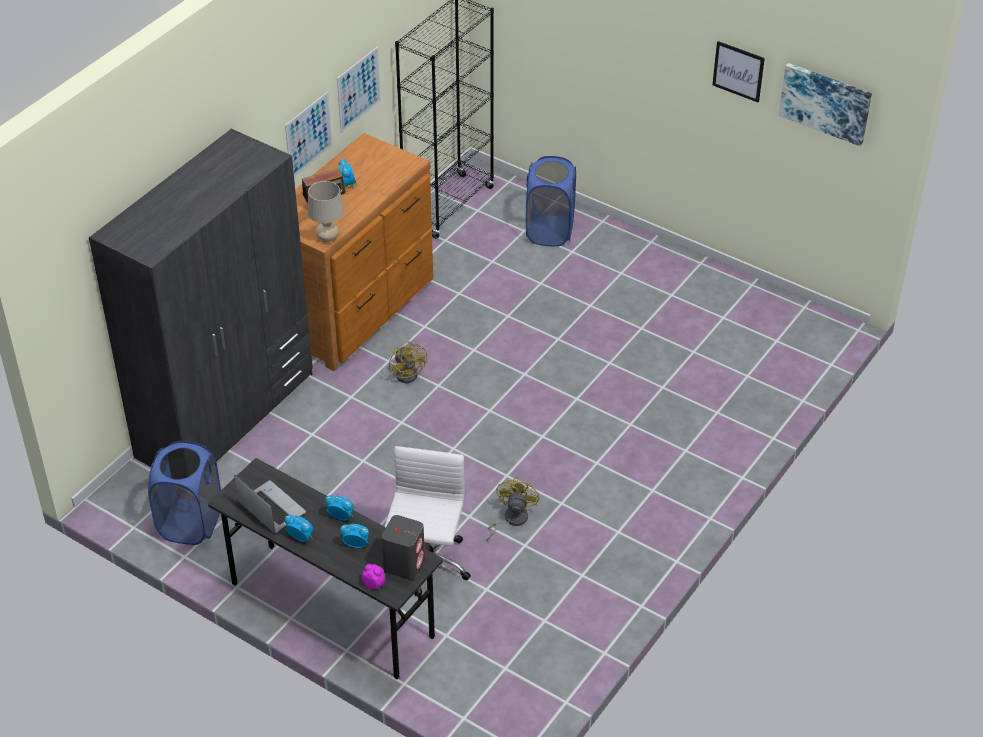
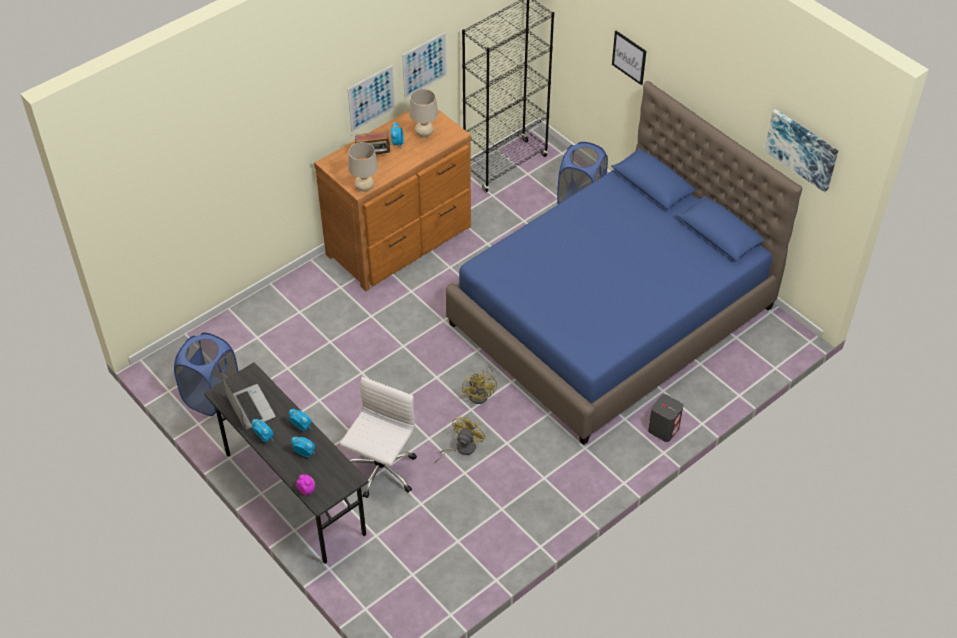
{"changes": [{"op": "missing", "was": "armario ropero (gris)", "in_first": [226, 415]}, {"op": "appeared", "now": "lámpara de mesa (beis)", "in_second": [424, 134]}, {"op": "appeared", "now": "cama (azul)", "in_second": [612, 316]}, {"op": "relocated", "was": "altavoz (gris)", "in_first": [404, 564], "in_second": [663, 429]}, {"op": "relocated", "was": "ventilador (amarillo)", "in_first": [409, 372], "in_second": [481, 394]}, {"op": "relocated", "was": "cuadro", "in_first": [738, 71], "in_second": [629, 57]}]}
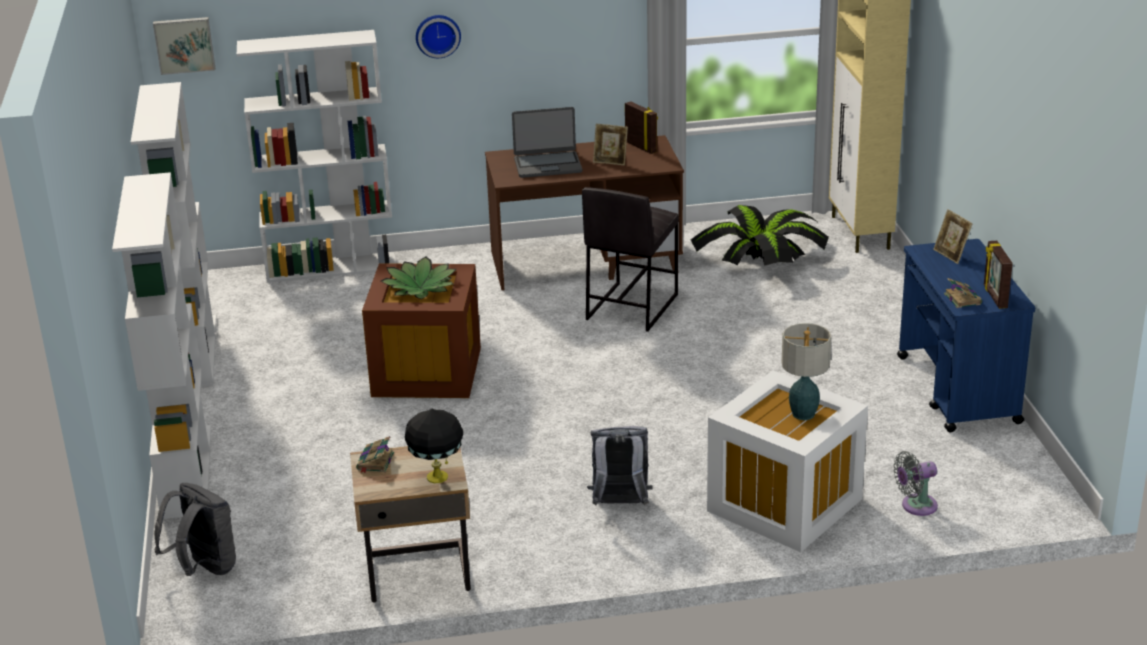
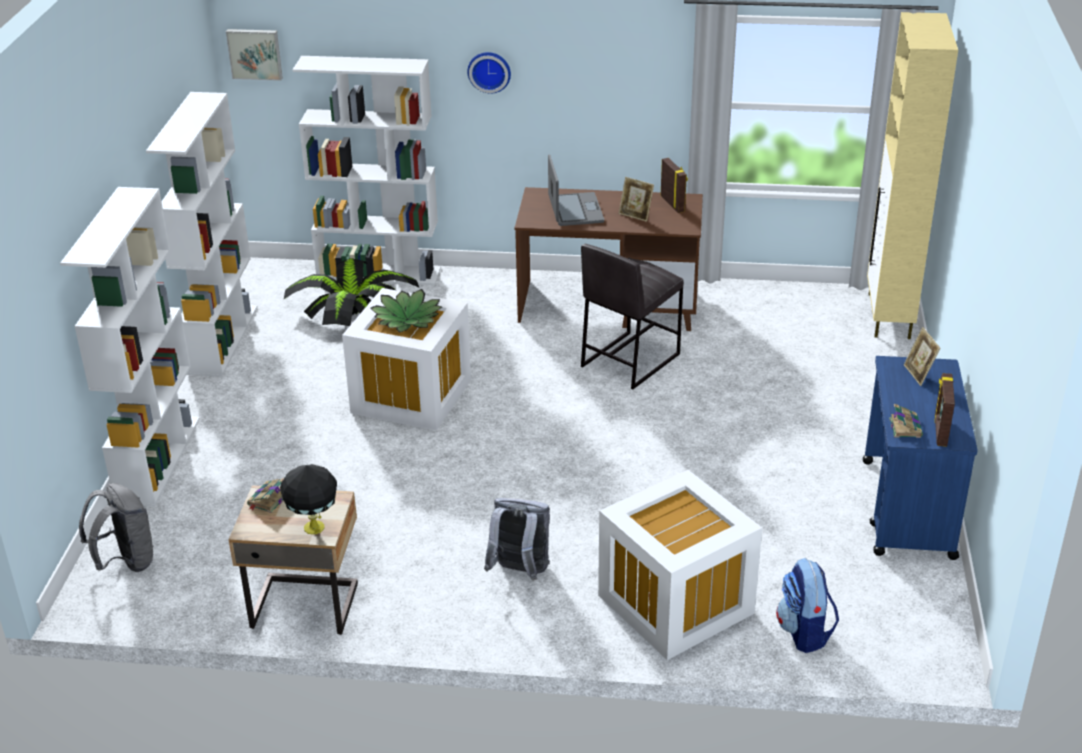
{"changes": [{"op": "missing", "was": "lámpara de mesa", "in_first": [804, 414]}, {"op": "relocated", "was": "planta en maceta", "in_first": [763, 257], "in_second": [355, 313]}, {"op": "exchanged", "was": "ventilador (gris)", "now": "mochila", "in_first": [915, 506], "in_second": [804, 632]}, {"op": "colour", "was": "caja de almacenaje (marrón)", "now": "caja de almacenaje (blanco)", "in_first": [428, 371], "in_second": [413, 395]}, {"op": "spun", "was": "portátil", "in_first": [547, 165], "in_second": [575, 210], "clockwise": -105}]}
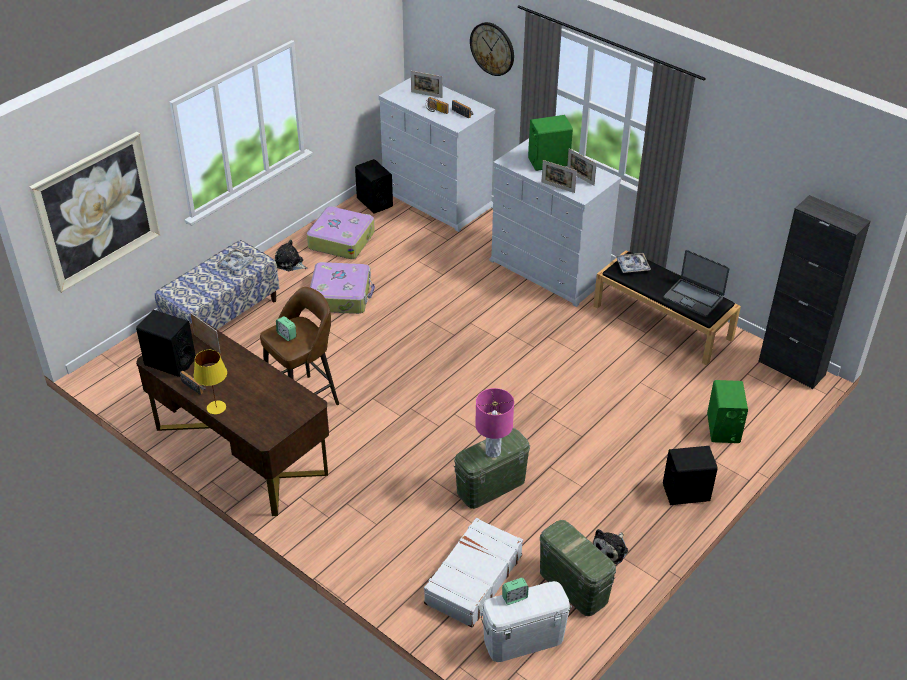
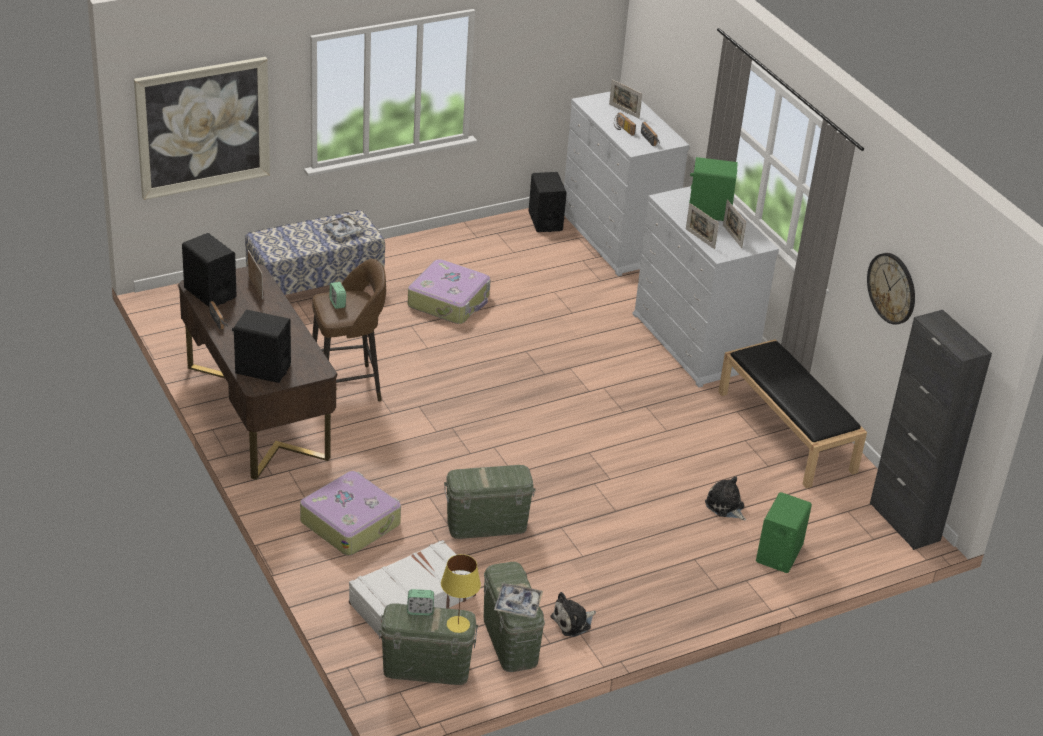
{"changes": [{"op": "missing", "was": "lámpara de mesa (rosa)", "in_first": [493, 452]}, {"op": "missing", "was": "portátil", "in_first": [693, 298]}, {"op": "relocated", "was": "lámpara de mesa (amarillo)", "in_first": [216, 407], "in_second": [458, 624]}, {"op": "relocated", "was": "peluche", "in_first": [290, 263], "in_second": [725, 506]}, {"op": "relocated", "was": "maleta", "in_first": [341, 240], "in_second": [350, 522]}, {"op": "relocated", "was": "reloj de pared", "in_first": [492, 48], "in_second": [892, 288]}, {"op": "relocated", "was": "bandeja", "in_first": [632, 266], "in_second": [518, 604]}, {"op": "relocated", "was": "altavoz (negro)", "in_first": [685, 492], "in_second": [262, 369]}, {"op": "colour", "was": "caja de almacenaje (blanco)", "now": "caja de almacenaje (verde)", "in_first": [523, 639], "in_second": [426, 667]}]}
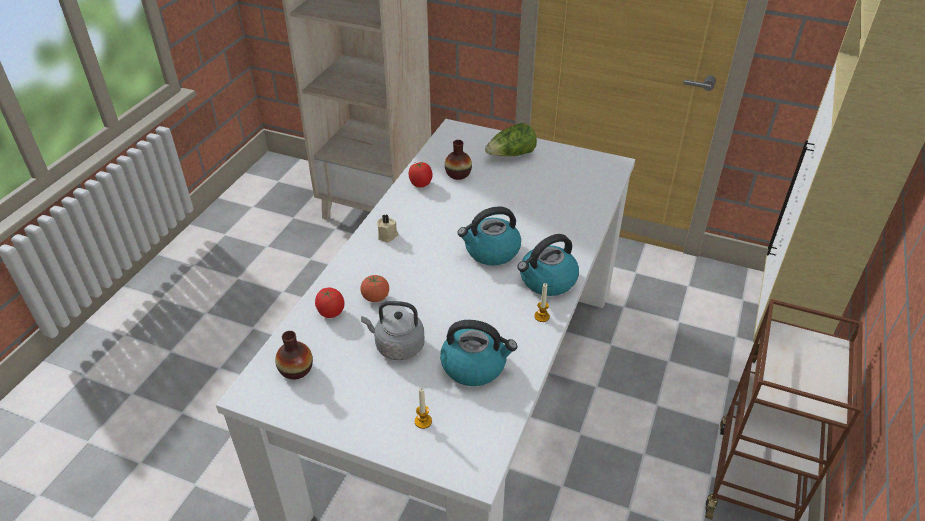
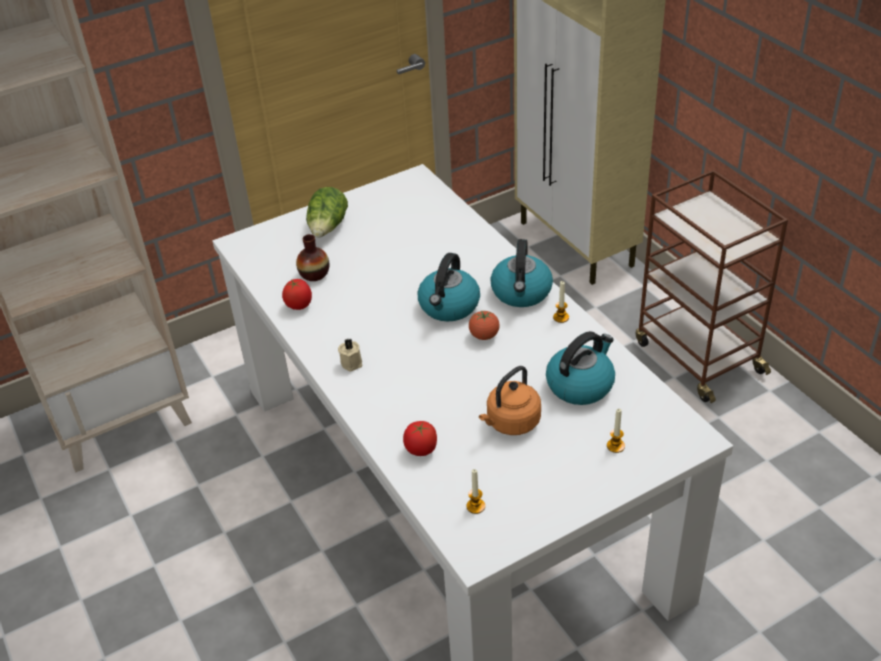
{"changes": [{"op": "relocated", "was": "tomate", "in_first": [375, 298], "in_second": [484, 336]}, {"op": "exchanged", "was": "florero", "now": "vela", "in_first": [296, 369], "in_second": [475, 506]}, {"op": "colour", "was": "hervidor (gris)", "now": "hervidor (naranja)", "in_first": [397, 346], "in_second": [511, 423]}]}
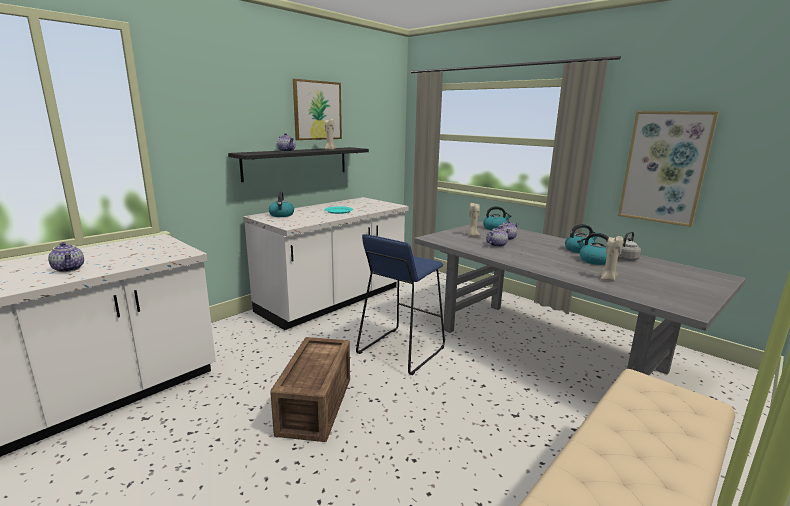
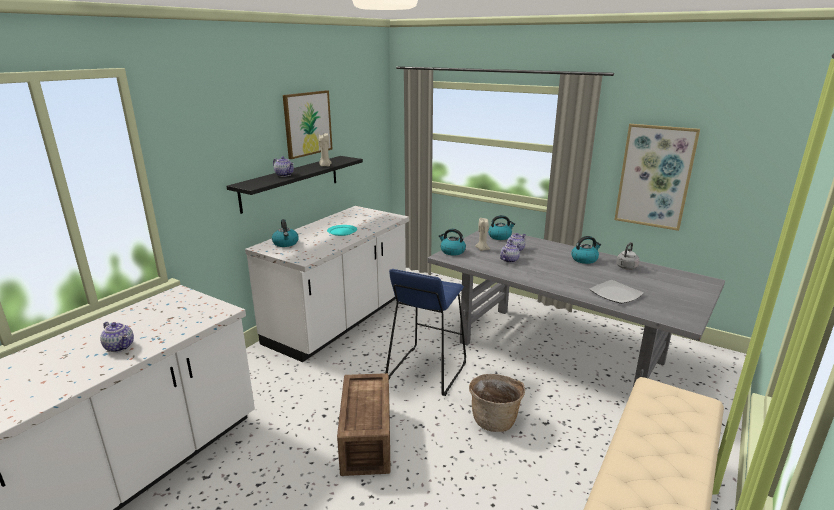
{"changes": [{"op": "appeared", "now": "cesta", "in_second": [495, 419]}, {"op": "relocated", "was": "hervidor", "in_first": [593, 261], "in_second": [452, 251]}, {"op": "exchanged", "was": "vela (beis)", "now": "plato", "in_first": [607, 279], "in_second": [616, 294]}]}
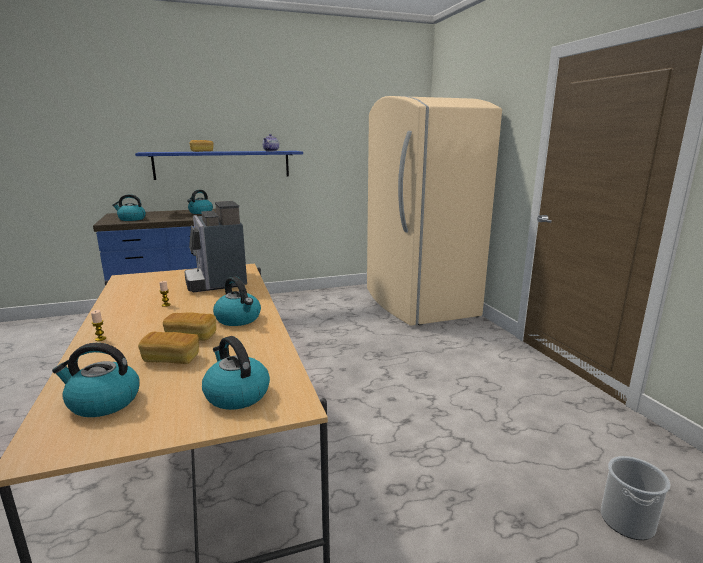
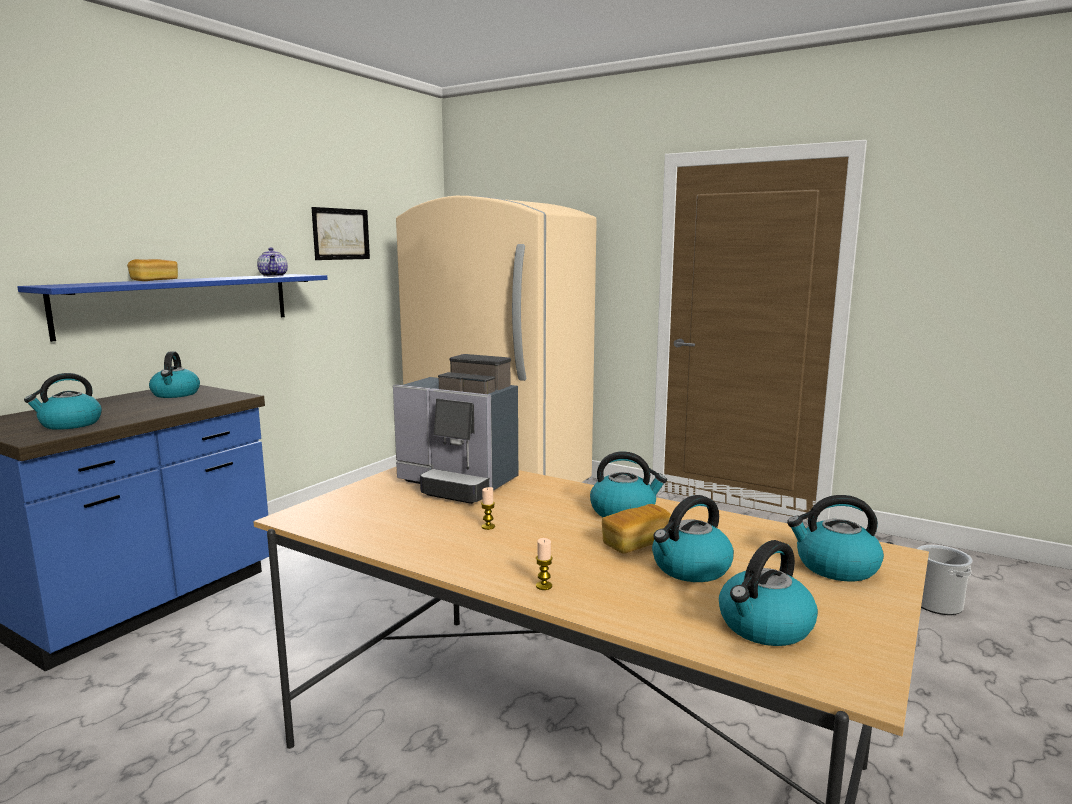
{"changes": [{"op": "appeared", "now": "cuadro", "in_second": [341, 234]}, {"op": "exchanged", "was": "pan", "now": "hervidor", "in_first": [171, 359], "in_second": [690, 568]}]}
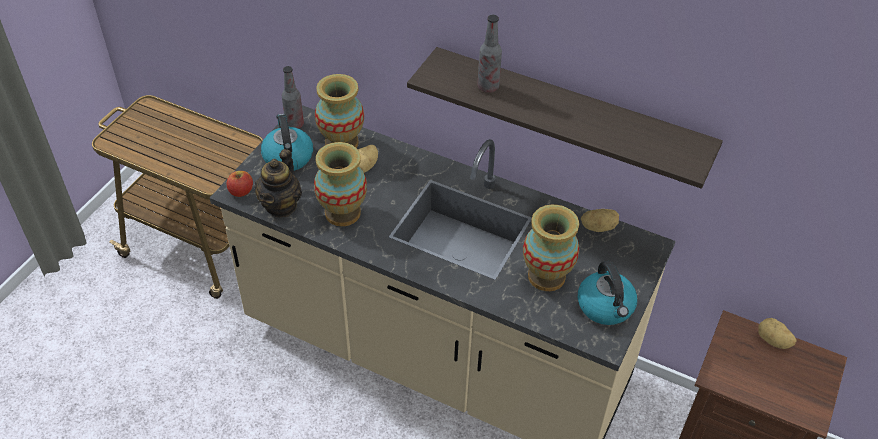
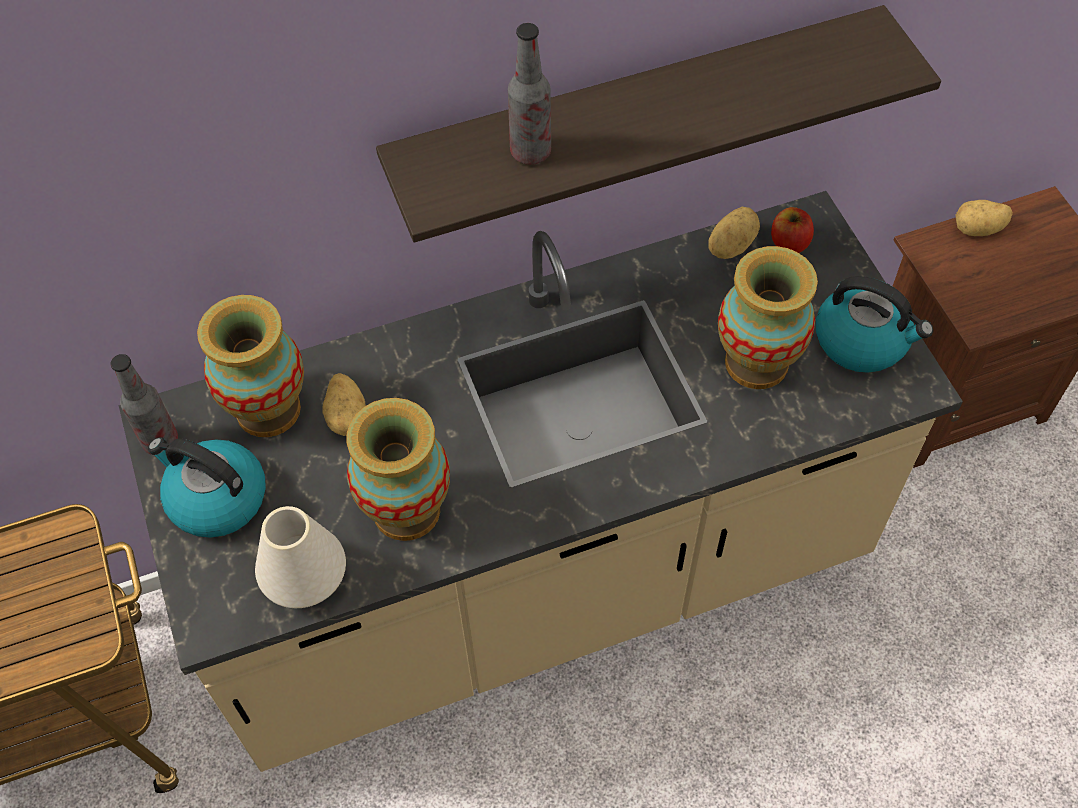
{"changes": [{"op": "relocated", "was": "manzana", "in_first": [241, 191], "in_second": [789, 243]}, {"op": "exchanged", "was": "tetera", "now": "florero (blanco)", "in_first": [281, 205], "in_second": [306, 579]}]}
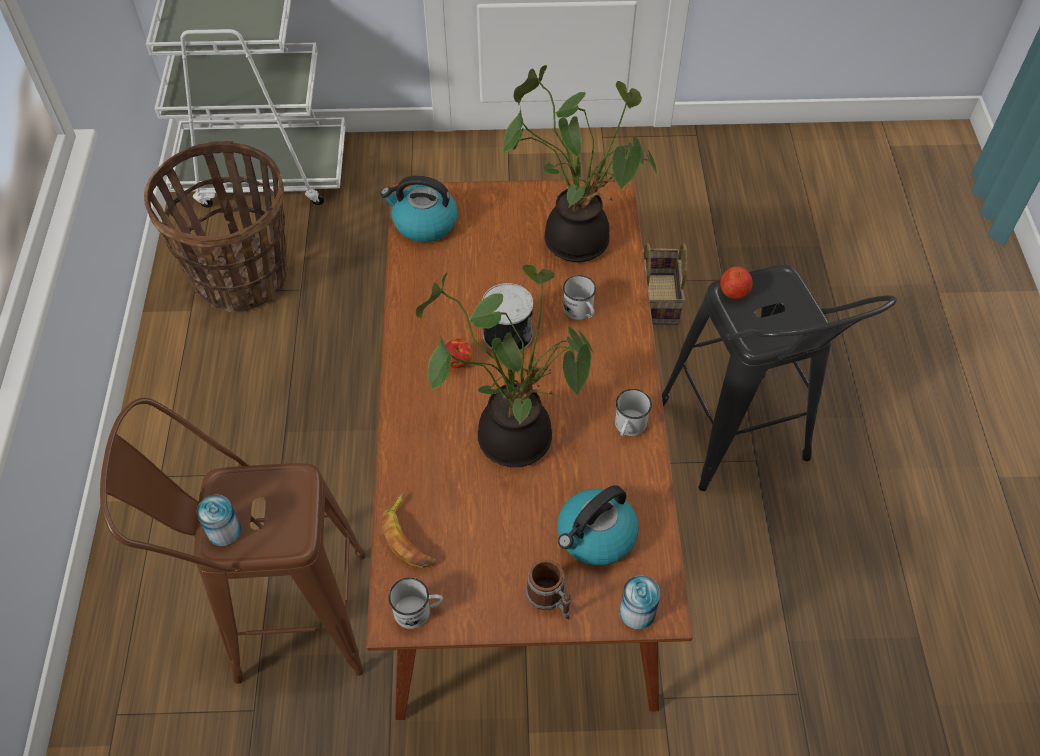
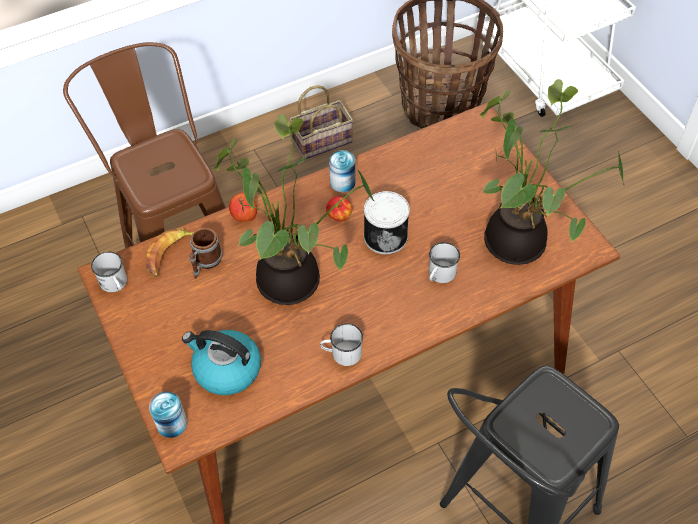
{"changes": [{"op": "missing", "was": "hervidor", "in_first": [423, 223]}, {"op": "relocated", "was": "lata", "in_first": [224, 531], "in_second": [342, 182]}, {"op": "relocated", "was": "taza grande", "in_first": [550, 599], "in_second": [205, 263]}, {"op": "relocated", "was": "cesta", "in_first": [657, 298], "in_second": [323, 140]}, {"op": "relocated", "was": "manzana", "in_first": [734, 291], "in_second": [244, 215]}]}
